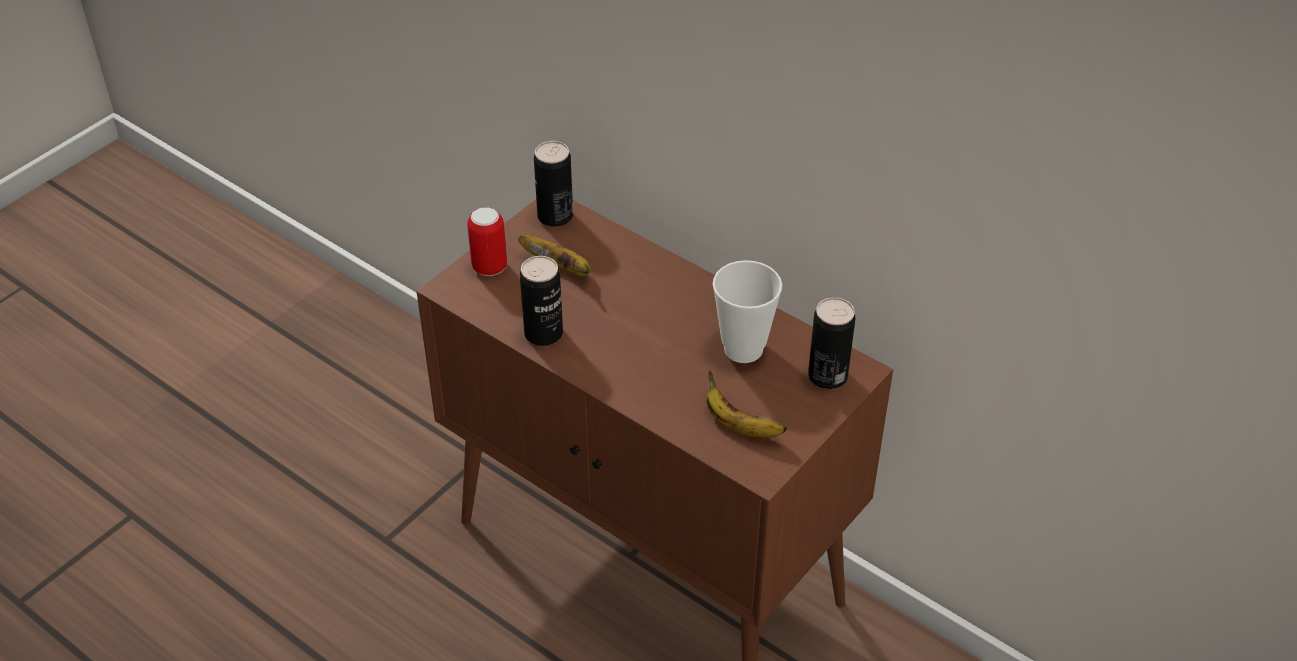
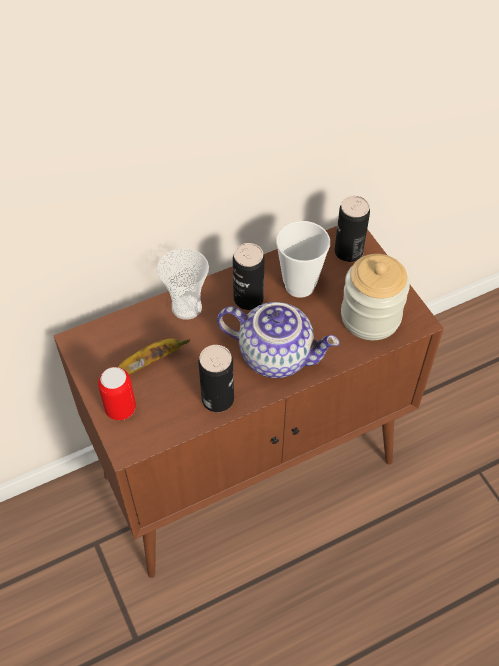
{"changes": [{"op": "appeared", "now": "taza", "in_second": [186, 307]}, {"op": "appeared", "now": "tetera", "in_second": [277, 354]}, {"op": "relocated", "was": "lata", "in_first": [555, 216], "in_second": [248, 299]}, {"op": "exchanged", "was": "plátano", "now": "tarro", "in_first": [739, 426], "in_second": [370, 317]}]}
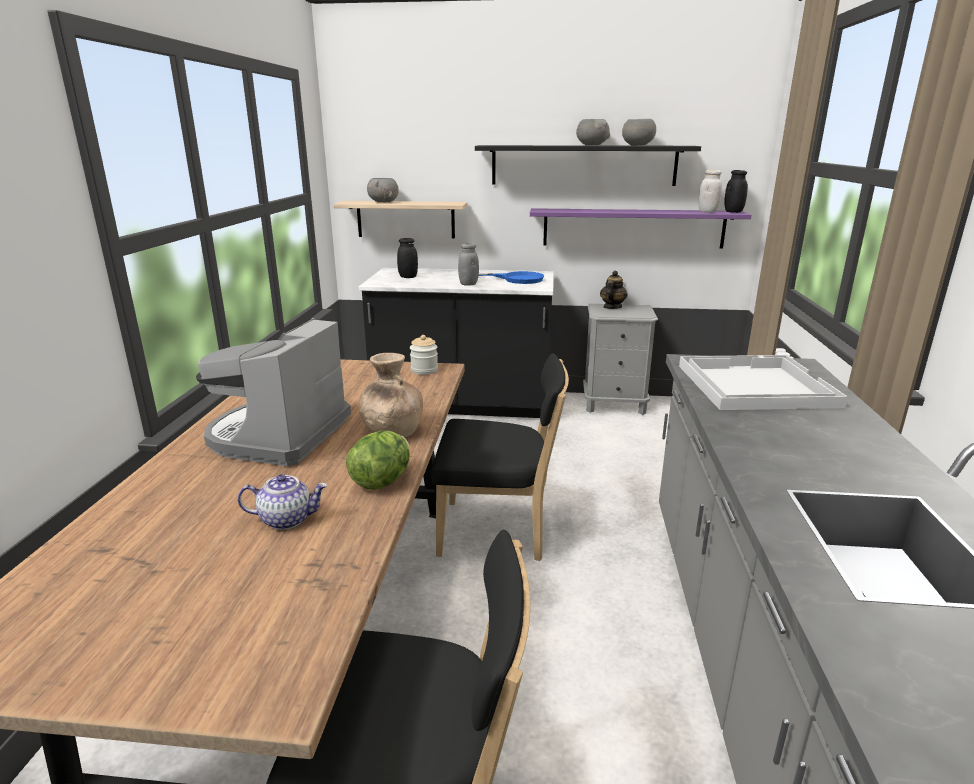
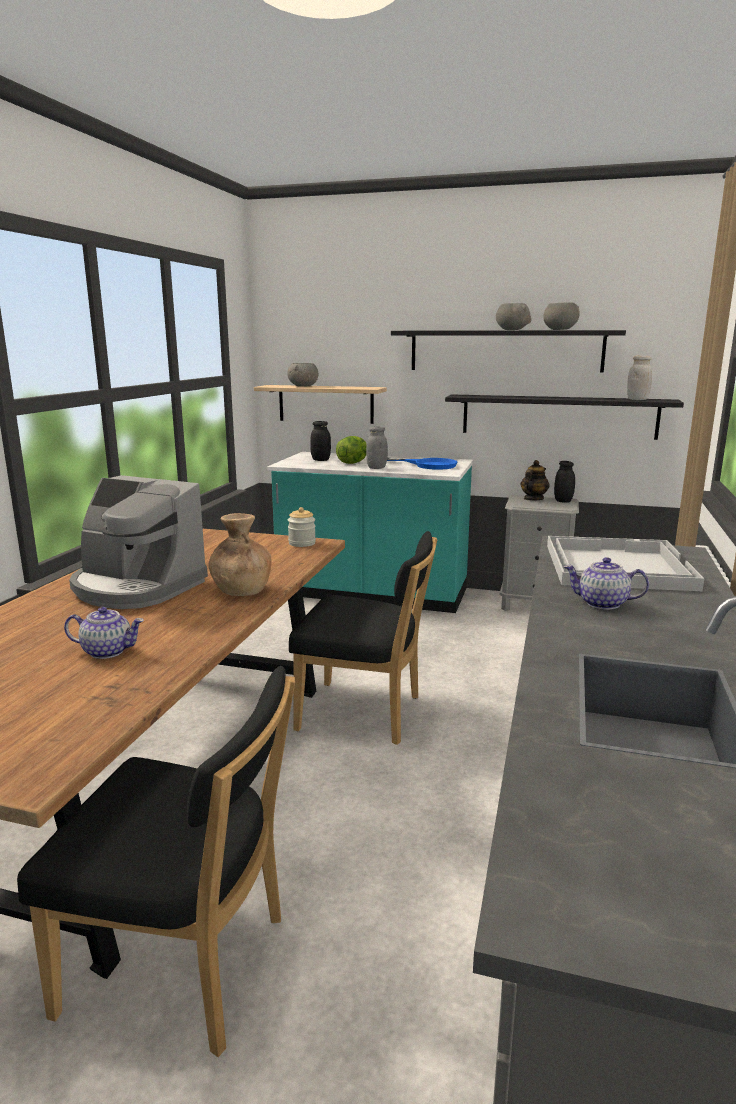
{"changes": [{"op": "appeared", "now": "tetera", "in_second": [602, 603]}, {"op": "relocated", "was": "lechuga", "in_first": [382, 481], "in_second": [353, 463]}, {"op": "relocated", "was": "tarro (negro)", "in_first": [733, 212], "in_second": [563, 501]}, {"op": "colour", "was": "mueble bajo de cocina (negro)", "now": "mueble bajo de cocina (turquesa)", "in_first": [463, 405], "in_second": [372, 595]}, {"op": "colour", "was": "estante (morado)", "now": "estante (negro)", "in_first": [633, 228], "in_second": [558, 416]}, {"op": "spun", "was": "cafetera", "in_first": [279, 435], "in_second": [136, 587], "clockwise": -90}]}
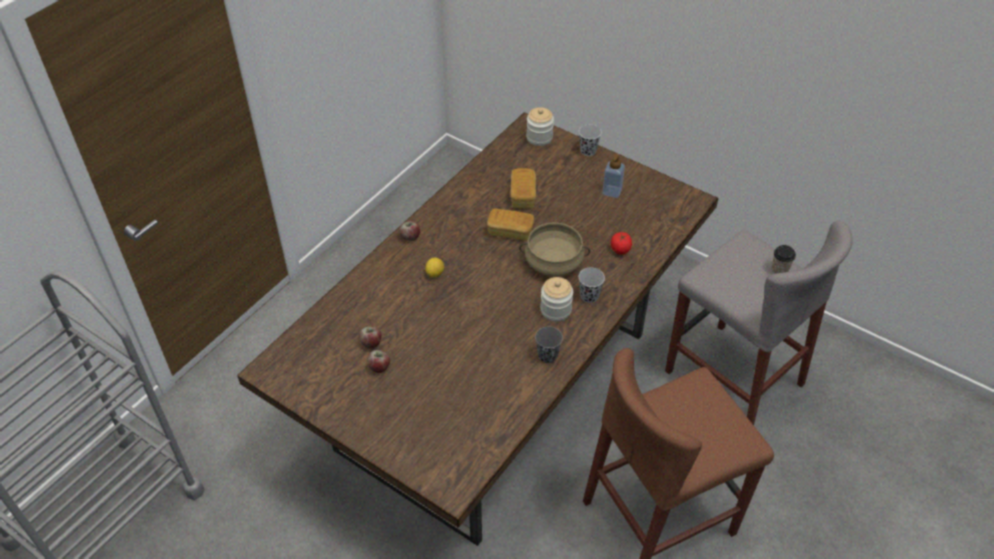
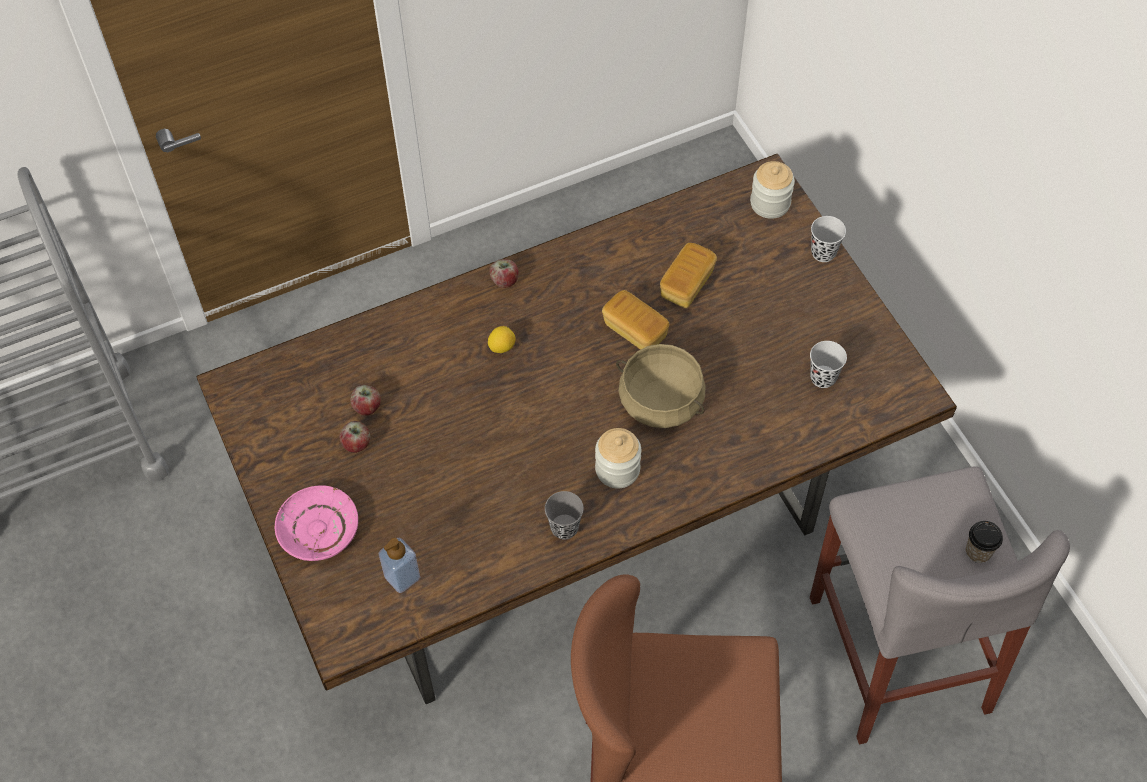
{"changes": [{"op": "missing", "was": "tomate", "in_first": [620, 249]}, {"op": "appeared", "now": "plato (rosa)", "in_second": [318, 529]}, {"op": "relocated", "was": "taza (negro)", "in_first": [589, 296], "in_second": [823, 377]}, {"op": "relocated", "was": "dispensador de jabón", "in_first": [612, 191], "in_second": [402, 577]}]}
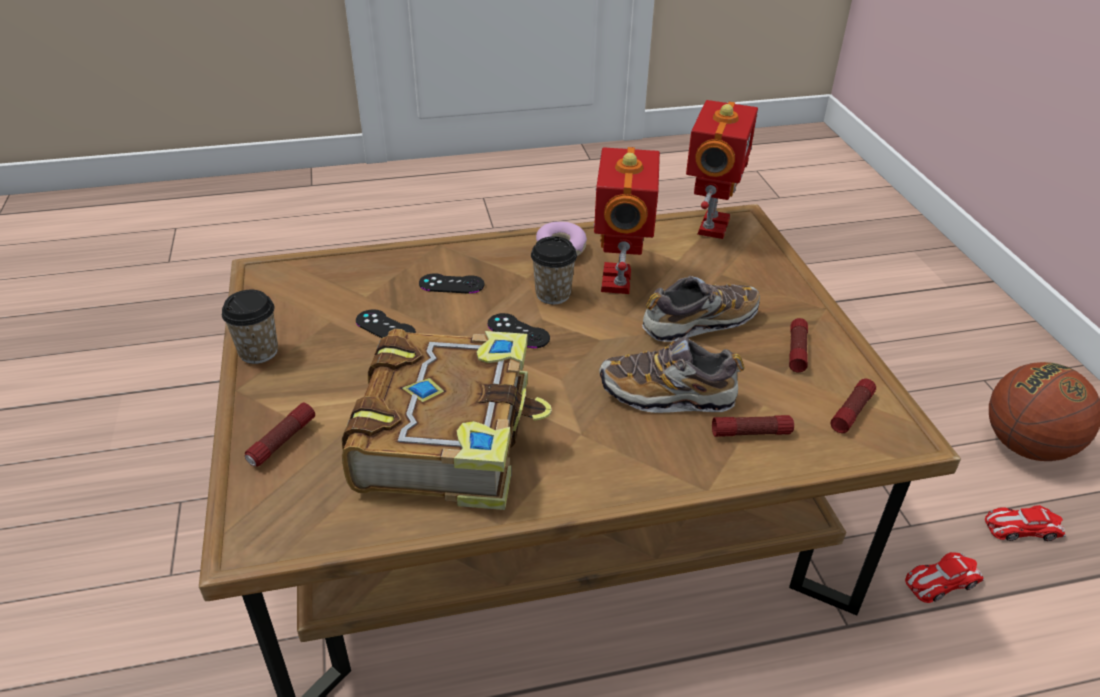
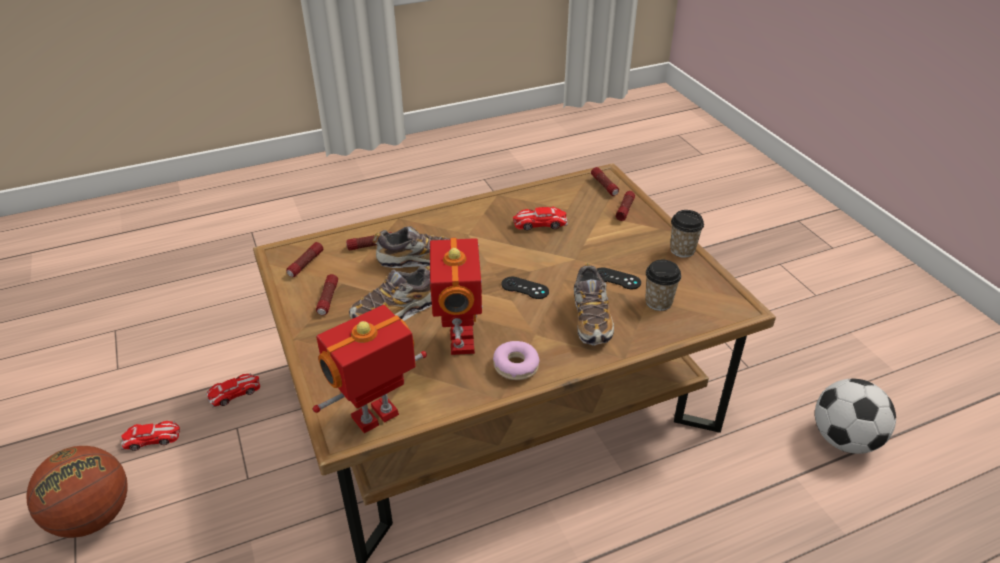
{"changes": [{"op": "appeared", "now": "linterna", "in_second": [604, 186]}, {"op": "appeared", "now": "balón de fútbol", "in_second": [844, 440]}, {"op": "relocated", "was": "taza", "in_first": [553, 294], "in_second": [658, 302]}, {"op": "exchanged", "was": "libro", "now": "coche de juguete", "in_first": [449, 435], "in_second": [540, 223]}, {"op": "exchanged", "was": "mando de consola (negro)", "now": "zapato", "in_first": [451, 284], "in_second": [591, 319]}, {"op": "spun", "was": "robot de juguete", "in_first": [710, 226], "in_second": [376, 418], "clockwise": 45}]}
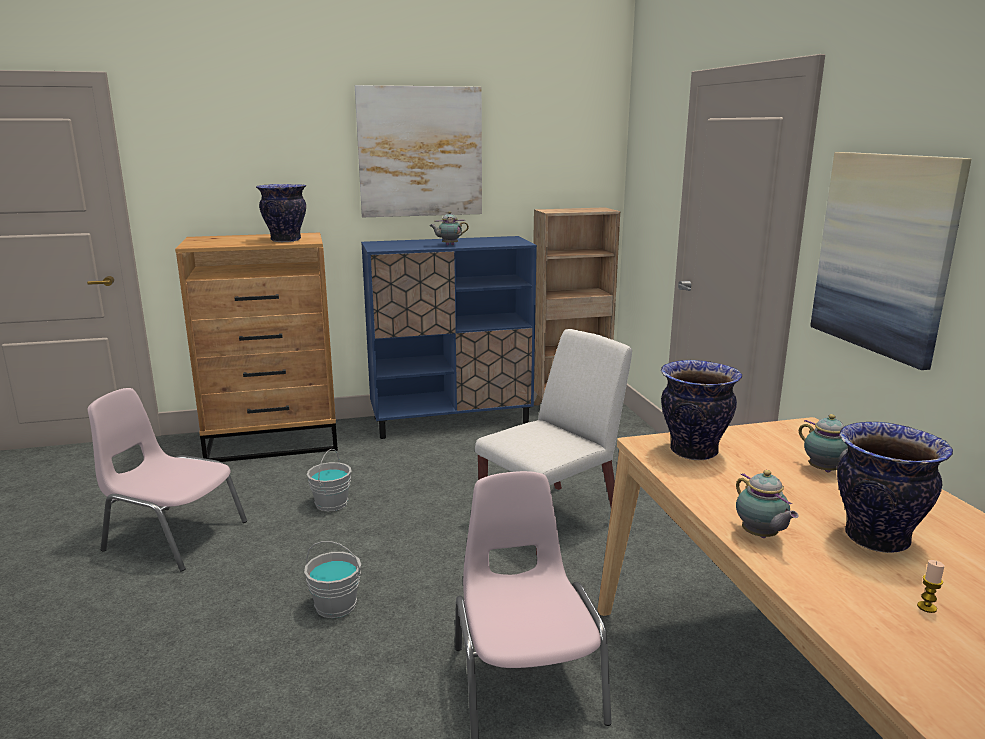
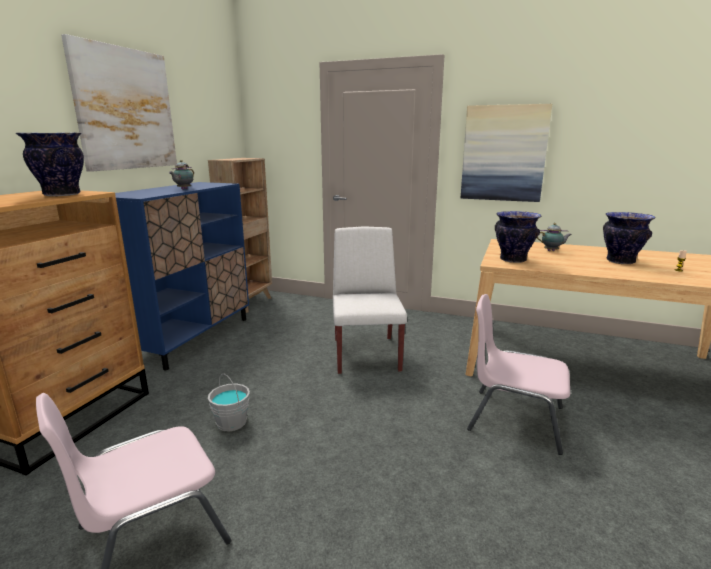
{"changes": [{"op": "missing", "was": "cubo (gris)", "in_first": [336, 605]}, {"op": "missing", "was": "tetera", "in_first": [760, 536]}]}
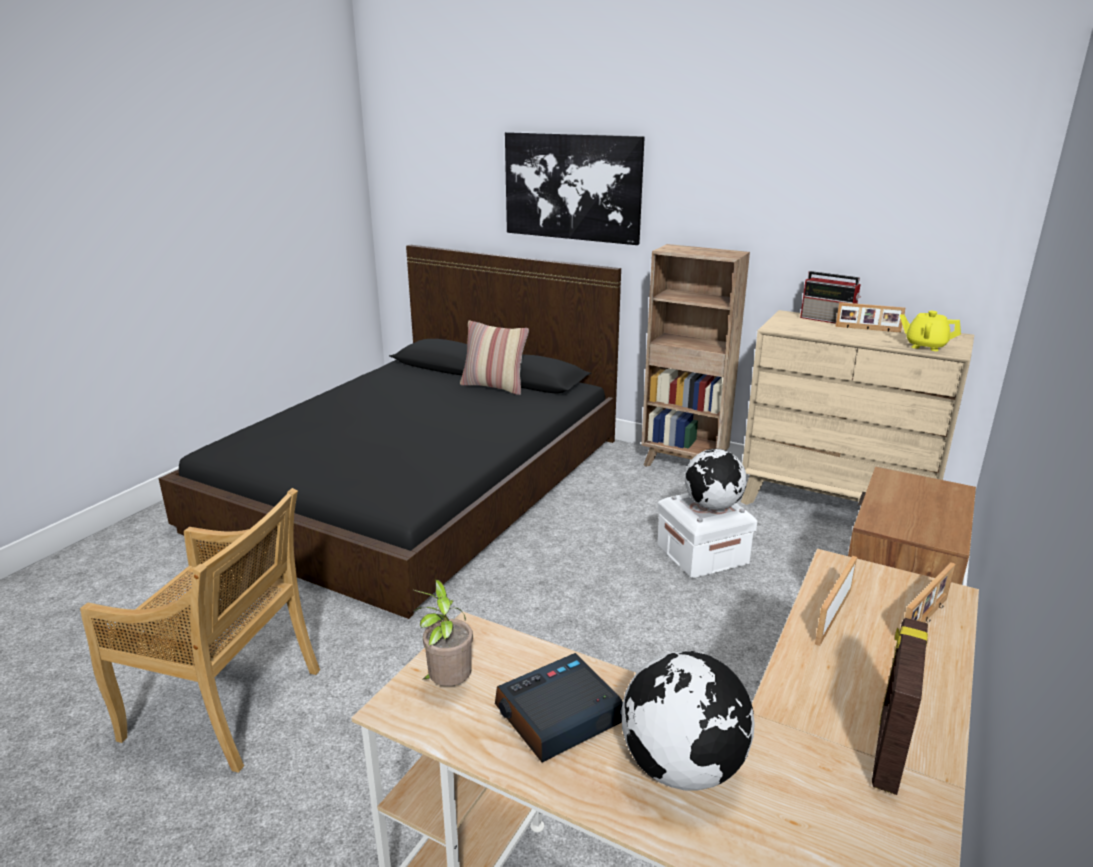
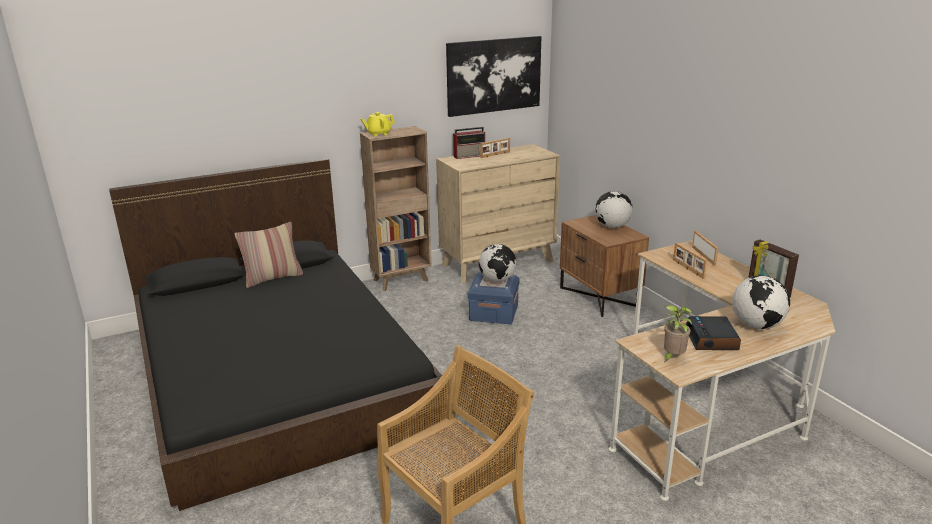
{"changes": [{"op": "appeared", "now": "globo terráqueo", "in_second": [612, 227]}, {"op": "relocated", "was": "cuadro", "in_first": [572, 187], "in_second": [493, 75]}, {"op": "relocated", "was": "tetera (amarillo)", "in_first": [925, 346], "in_second": [378, 134]}, {"op": "colour", "was": "caja de almacenaje (blanco)", "now": "caja de almacenaje (azul)", "in_first": [702, 554], "in_second": [494, 313]}]}
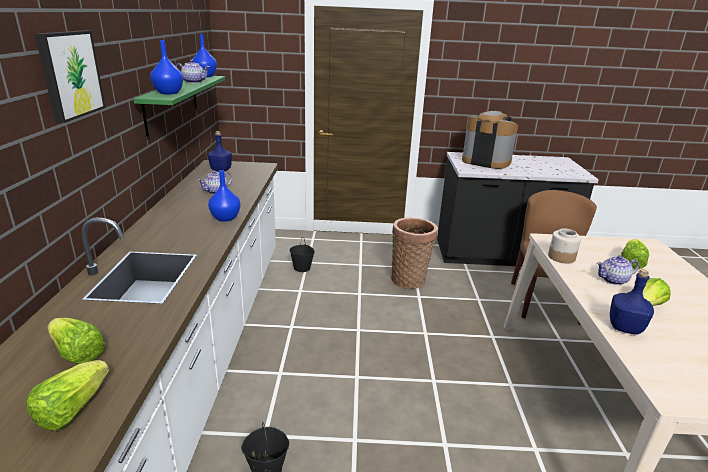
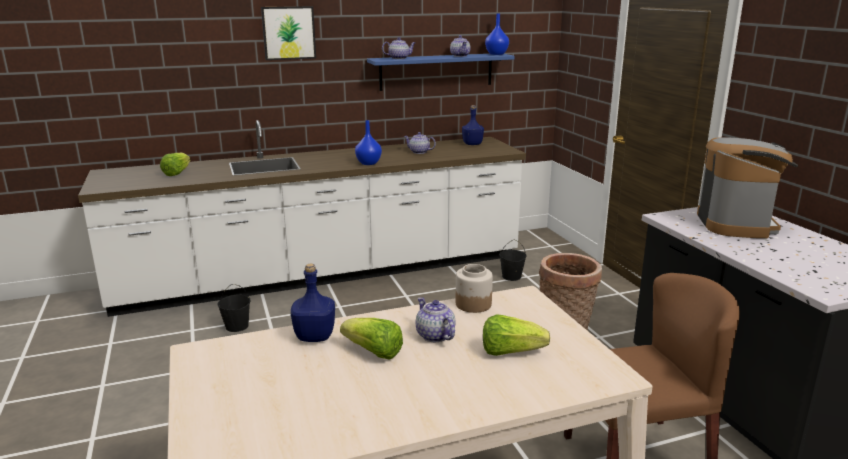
{"changes": [{"op": "missing", "was": "lechuga", "in_first": [72, 409]}, {"op": "exchanged", "was": "florero (azul)", "now": "tetera", "in_first": [168, 93], "in_second": [399, 58]}, {"op": "colour", "was": "estante (verde)", "now": "estante (azul)", "in_first": [172, 103], "in_second": [436, 71]}]}
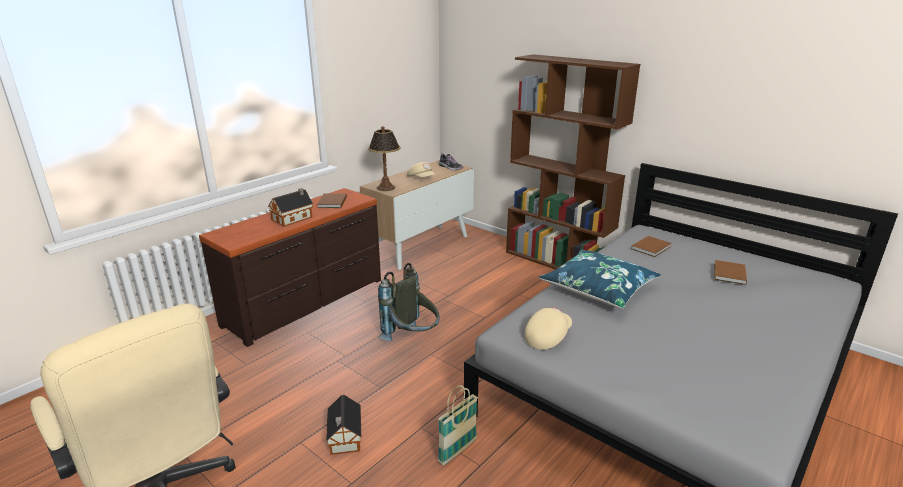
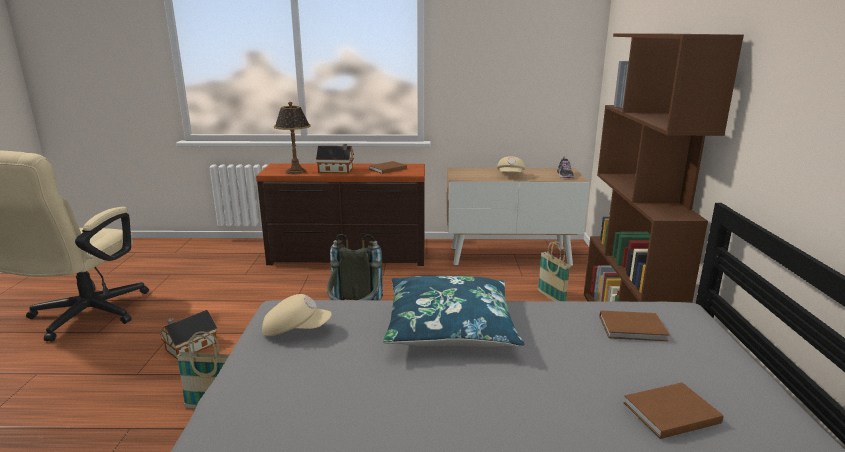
{"changes": [{"op": "appeared", "now": "cesta", "in_second": [551, 298]}, {"op": "relocated", "was": "lámpara de mesa", "in_first": [386, 188], "in_second": [296, 171]}]}
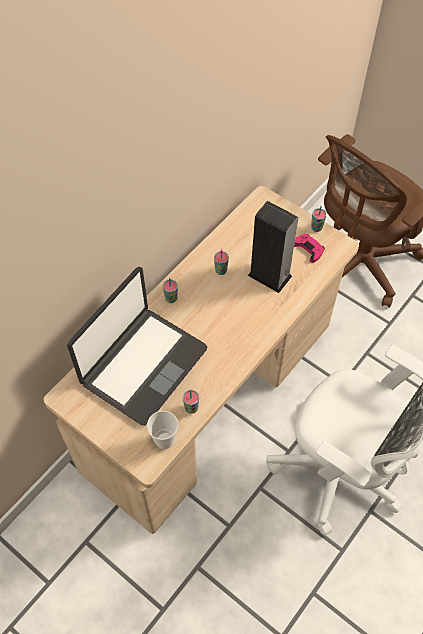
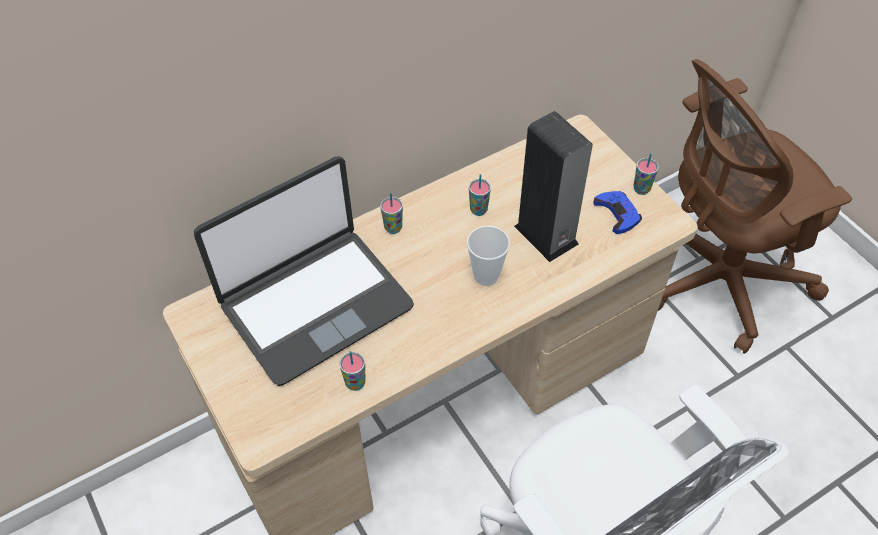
{"changes": [{"op": "relocated", "was": "taza", "in_first": [164, 441], "in_second": [486, 276]}, {"op": "colour", "was": "mando de consola (rosa)", "now": "mando de consola (azul)", "in_first": [308, 249], "in_second": [617, 214]}]}
